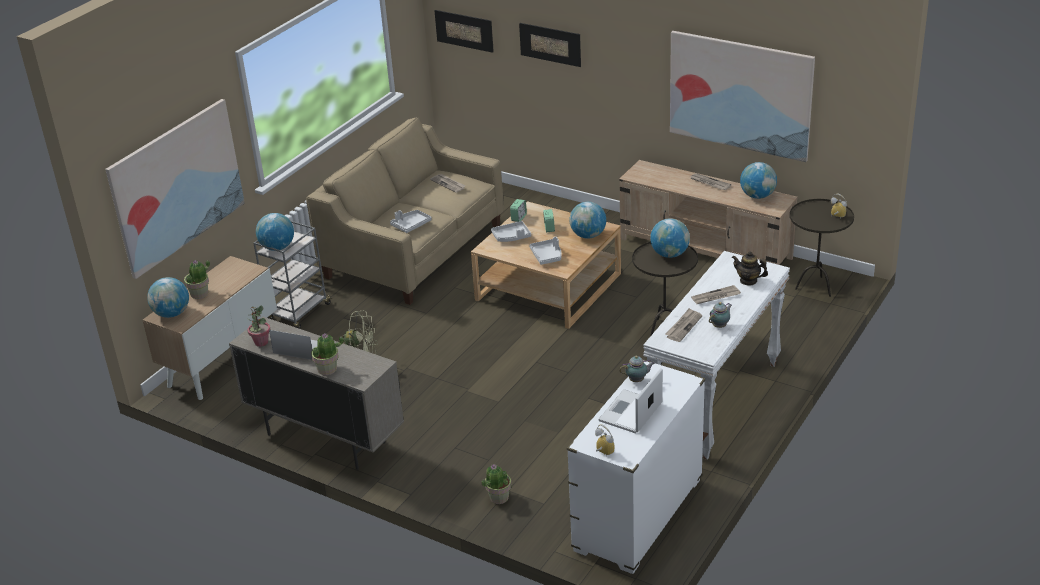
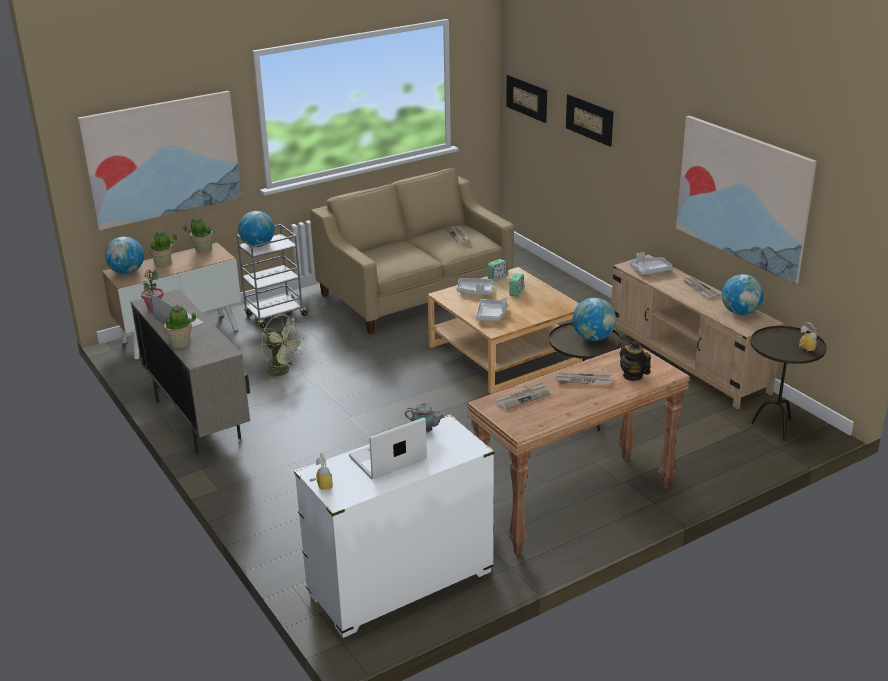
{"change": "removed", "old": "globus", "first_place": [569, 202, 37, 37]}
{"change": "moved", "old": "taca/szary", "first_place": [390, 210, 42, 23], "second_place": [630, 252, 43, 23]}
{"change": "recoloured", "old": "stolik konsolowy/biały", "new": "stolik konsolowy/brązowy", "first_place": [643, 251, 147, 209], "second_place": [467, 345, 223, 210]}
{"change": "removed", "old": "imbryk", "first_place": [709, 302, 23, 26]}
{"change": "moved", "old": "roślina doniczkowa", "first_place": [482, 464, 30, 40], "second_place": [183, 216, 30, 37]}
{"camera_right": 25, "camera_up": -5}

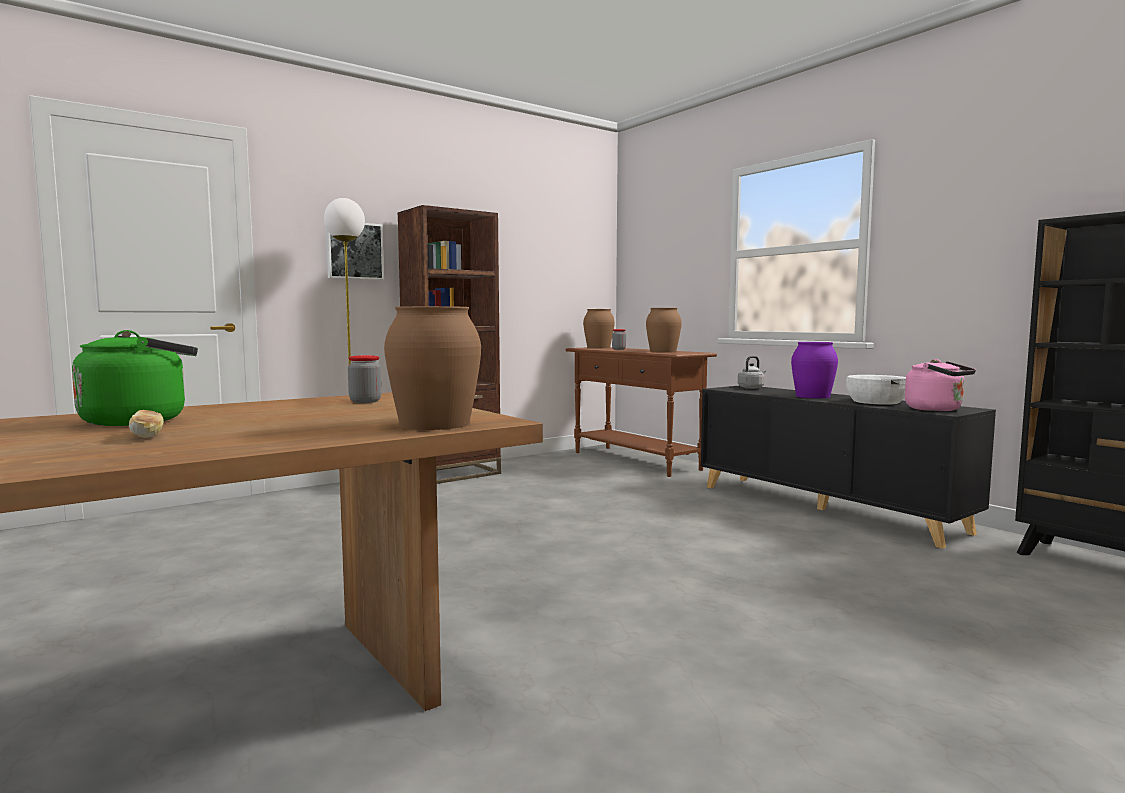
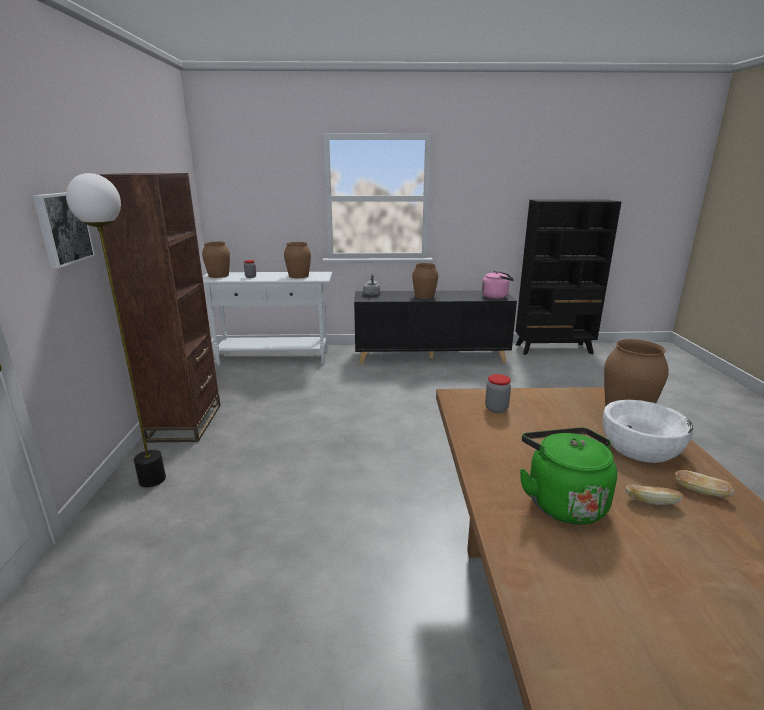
{"change": "recoloured", "old": "wazon/fioletowy", "new": "wazon/brązowy", "first_place": [791, 342, 47, 56], "second_place": [412, 263, 26, 36]}
{"change": "recoloured", "old": "stolik konsolowy/brązowy", "new": "stolik konsolowy/biały", "first_place": [566, 347, 151, 130], "second_place": [202, 272, 130, 93]}
{"change": "moved", "old": "miska/biały", "first_place": [846, 375, 60, 30], "second_place": [602, 400, 91, 63]}
{"change": "added", "new": "chleb", "second_place": [675, 470, 60, 27]}
{"camera_right": -55, "camera_up": 15}

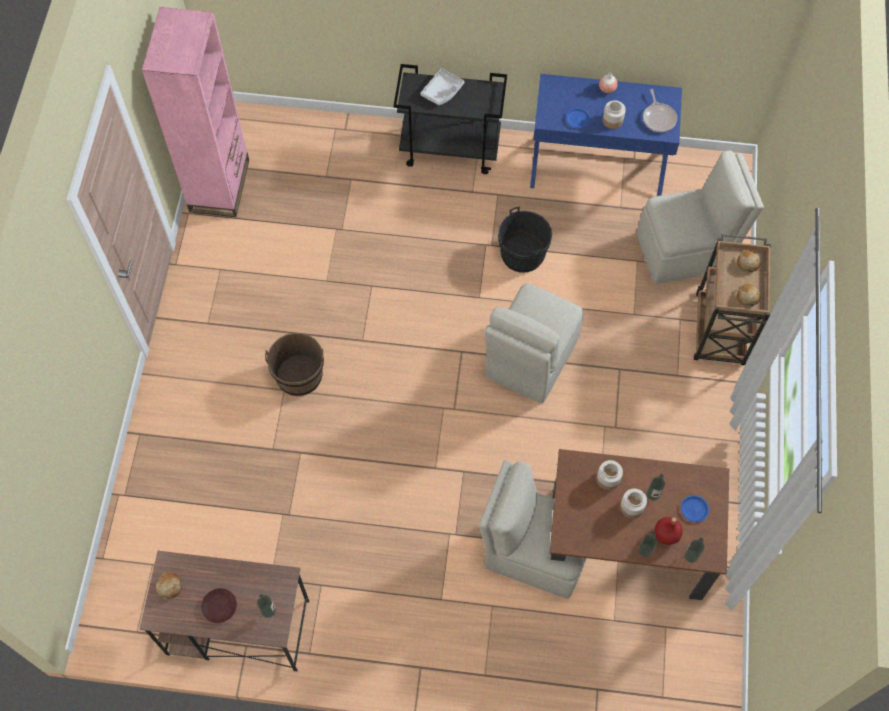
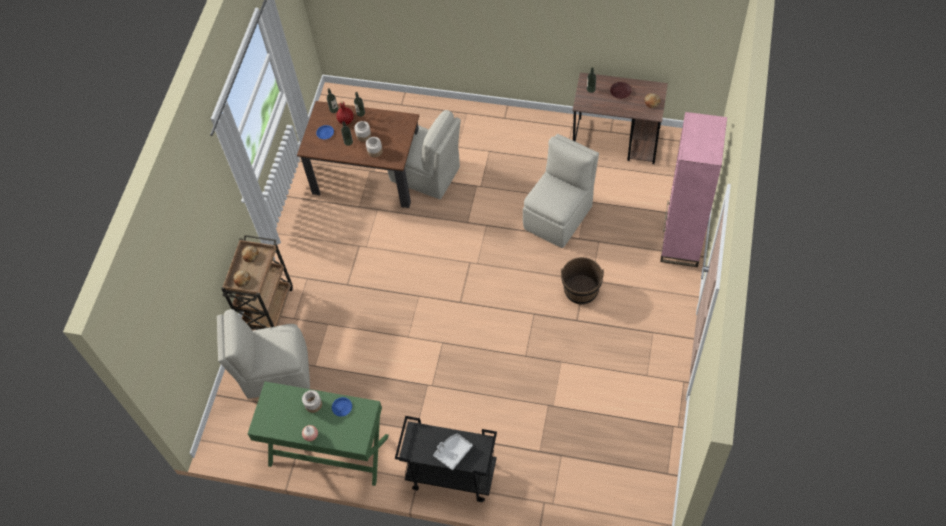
{"change": "moved", "old": "regał/różowy", "first_place": [142, 7, 107, 210], "second_place": [660, 112, 67, 155]}
{"change": "recoloured", "old": "stolik konsolowy/niebieski", "new": "stolik konsolowy/zielony", "first_place": [530, 74, 152, 122], "second_place": [248, 382, 141, 104]}
{"change": "removed", "old": "patelnia", "first_place": [643, 89, 34, 43]}
{"change": "removed", "old": "wiadro/czarny", "first_place": [498, 207, 54, 66]}
{"change": "moved", "old": "krzesło/beżowy", "first_place": [484, 283, 100, 121], "second_place": [523, 134, 76, 114]}
{"camera_right": -170, "camera_up": -5}

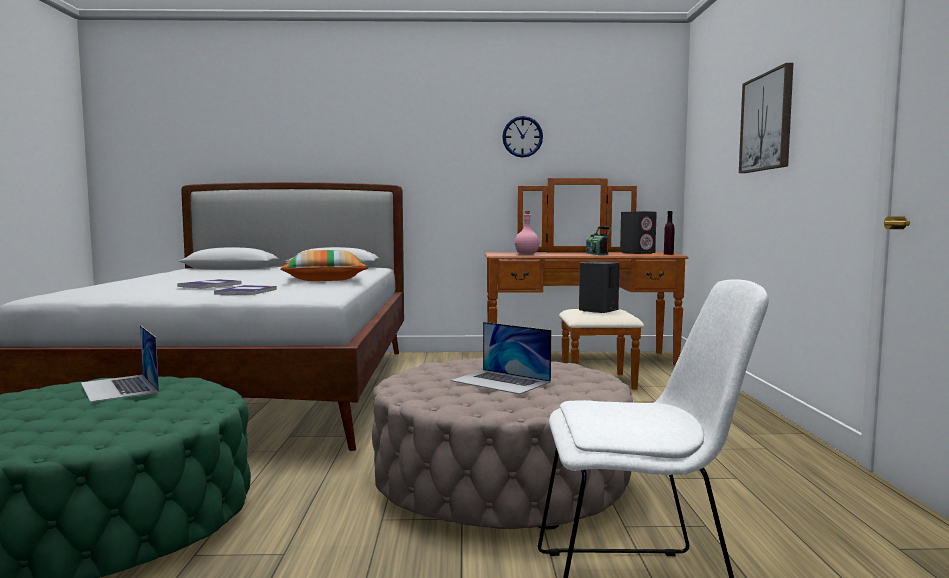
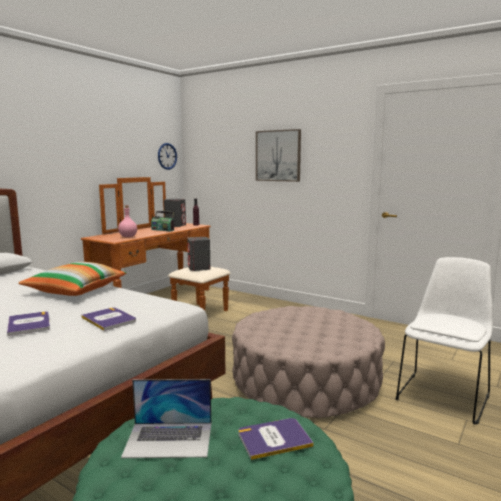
{"change": "moved", "old": "zegar ścienny", "first_place": [502, 116, 41, 42], "second_place": [158, 143, 19, 27]}
{"change": "removed", "old": "laptop", "first_place": [451, 322, 100, 72]}
{"change": "added", "new": "książka", "second_place": [238, 418, 76, 42]}
{"camera_right": -55, "camera_up": 5}

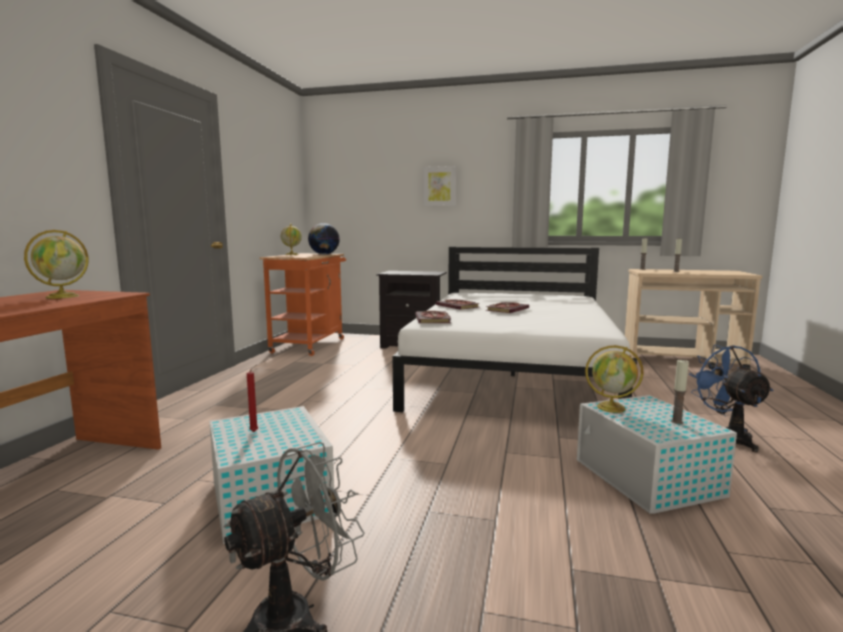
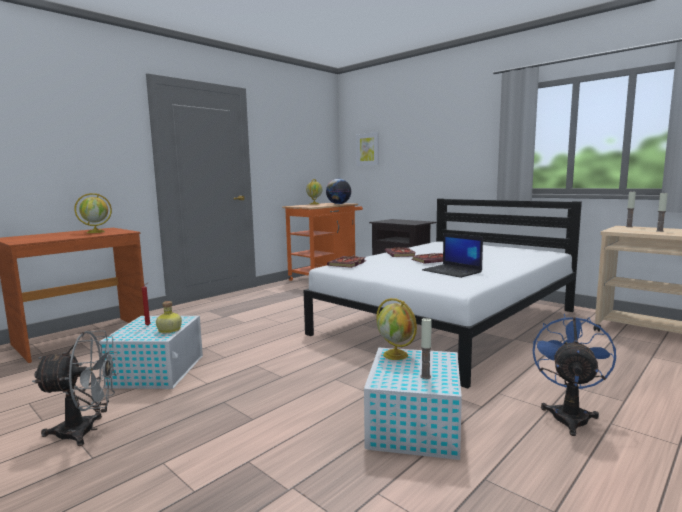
{"change": "moved", "old": "obraz", "first_place": [423, 166, 34, 41], "second_place": [356, 132, 23, 34]}
{"change": "added", "new": "laptop", "second_place": [422, 233, 61, 45]}
{"change": "added", "new": "butelka", "second_place": [156, 301, 26, 32]}
{"camera_right": 30, "camera_up": 0}

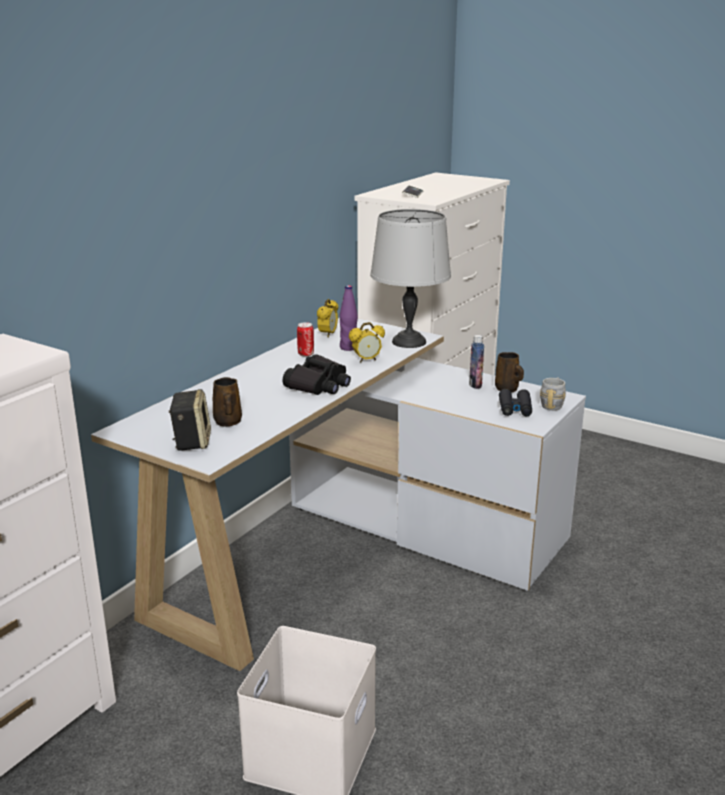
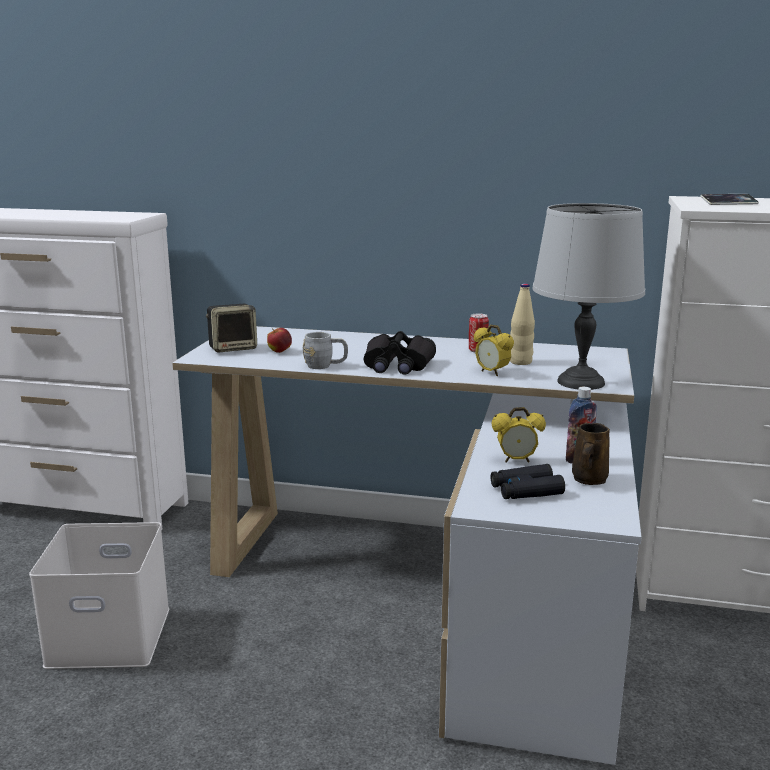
{"change": "recoloured", "old": "butelka/fioletowy", "new": "butelka/beżowy", "first_place": [340, 285, 18, 66], "second_place": [510, 283, 25, 82]}
{"change": "moved", "old": "budzik", "first_place": [317, 299, 21, 38], "second_place": [492, 407, 54, 55]}
{"change": "replaced", "old": "kubek/brązowy", "new": "jabłko", "first_place": [213, 377, 29, 49], "second_place": [267, 328, 25, 25]}
{"change": "moved", "old": "kubek/szary", "first_place": [540, 377, 26, 34], "second_place": [303, 332, 45, 37]}
{"camera_right": 70, "camera_up": -5}

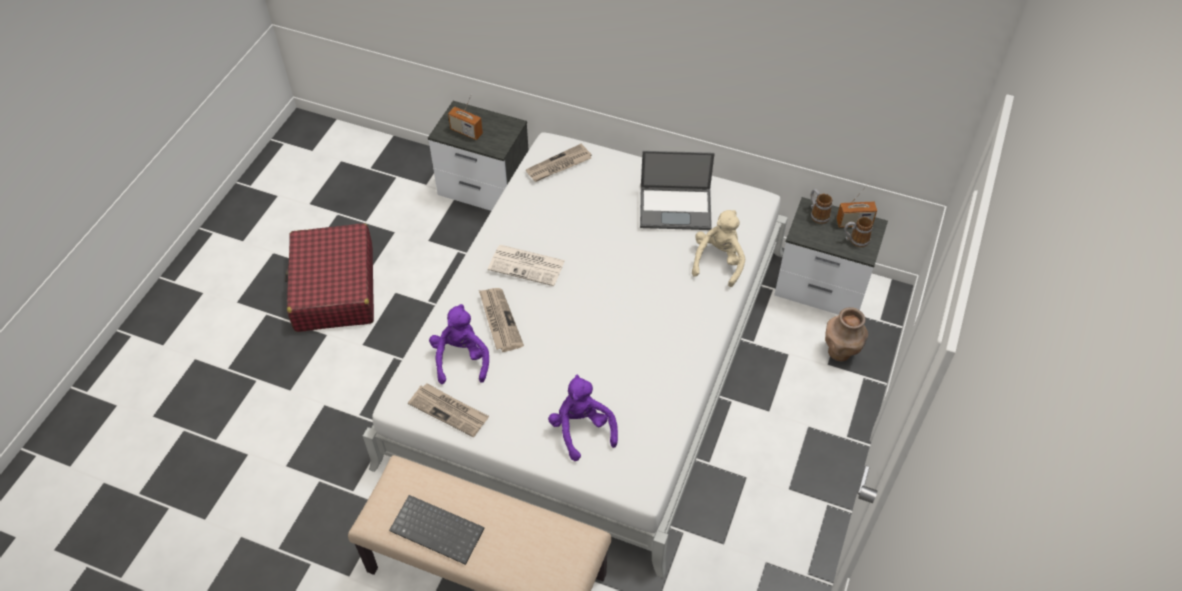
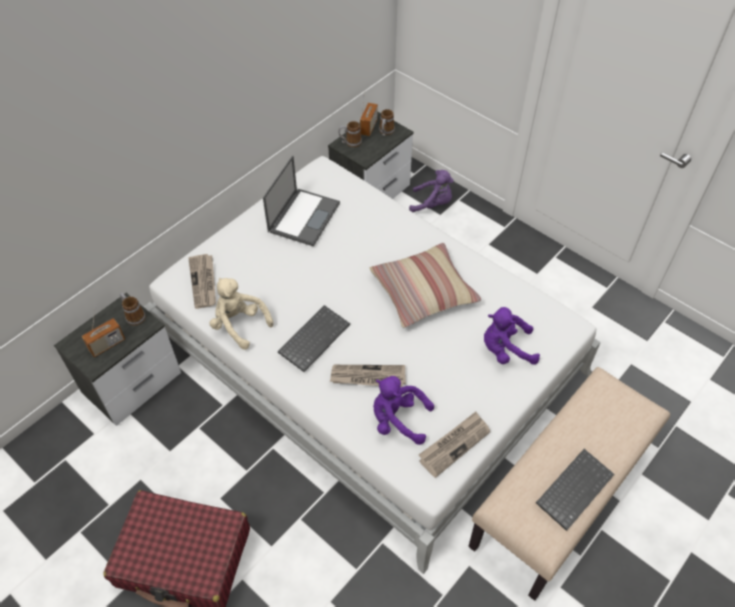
{"change": "moved", "old": "pluszak/beżowy", "first_place": [692, 210, 53, 77], "second_place": [209, 278, 65, 72]}
{"change": "replaced", "old": "gazeta", "new": "klawiatura", "first_place": [488, 245, 77, 41], "second_place": [278, 305, 72, 67]}
{"change": "replaced", "old": "wazon/brązowy", "new": "pluszak/fioletowy", "first_place": [825, 307, 43, 54], "second_place": [409, 170, 45, 42]}
{"change": "added", "new": "poduszka", "second_place": [370, 243, 111, 85]}
{"change": "added", "new": "kubek", "second_place": [120, 293, 26, 33]}
{"camera_right": -70, "camera_up": 0}

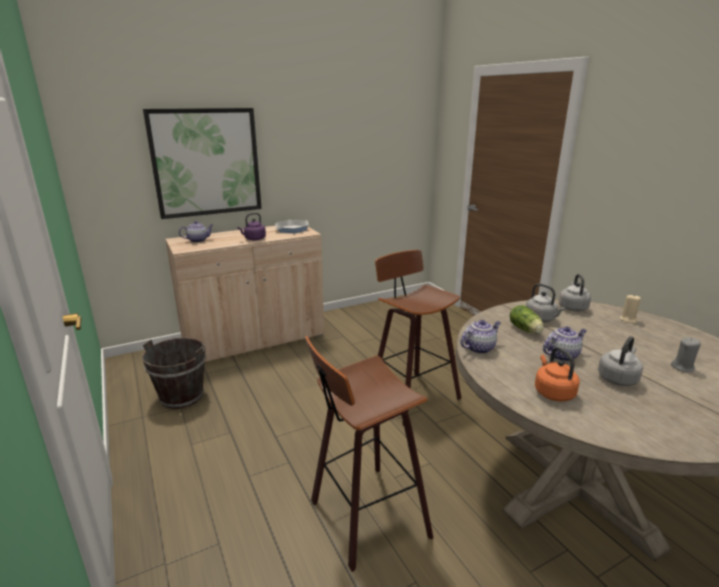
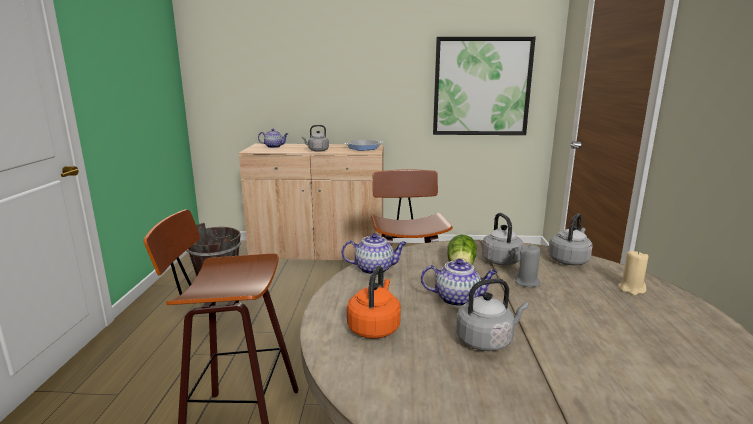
{"change": "moved", "old": "obraz", "first_place": [143, 108, 119, 111], "second_place": [433, 37, 103, 98]}
{"change": "recoloured", "old": "czajnik/fioletowy", "new": "czajnik/szary", "first_place": [237, 213, 29, 28], "second_place": [302, 125, 27, 27]}
{"change": "moved", "old": "świeca/szary", "first_place": [671, 337, 30, 35], "second_place": [515, 245, 25, 42]}
{"camera_right": 30, "camera_up": -5}

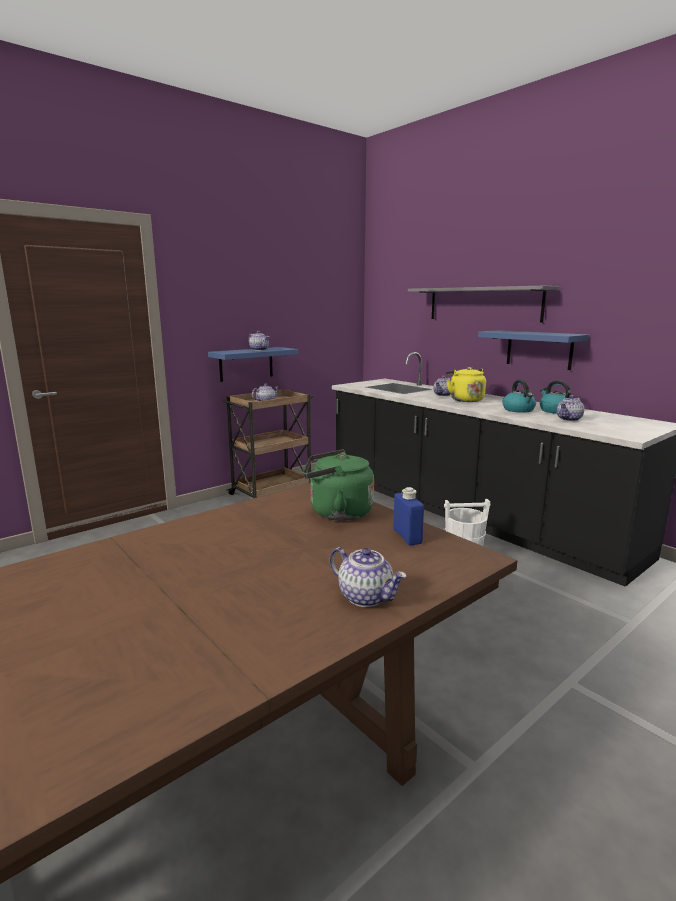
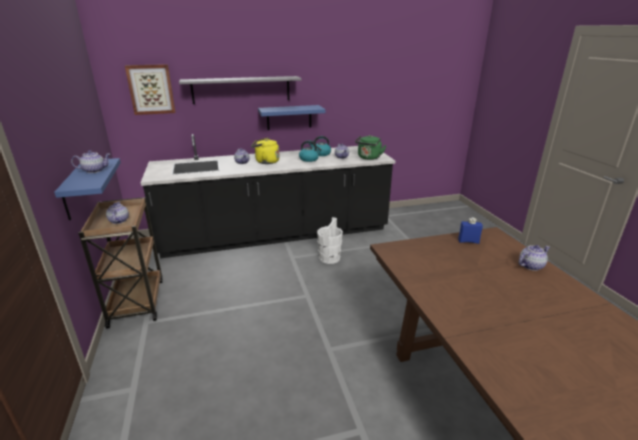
{"change": "moved", "old": "czajnik/zielony", "first_place": [303, 450, 71, 71], "second_place": [355, 135, 31, 25]}
{"change": "added", "new": "obraz", "second_place": [125, 64, 51, 51]}
{"camera_right": -65, "camera_up": 10}

